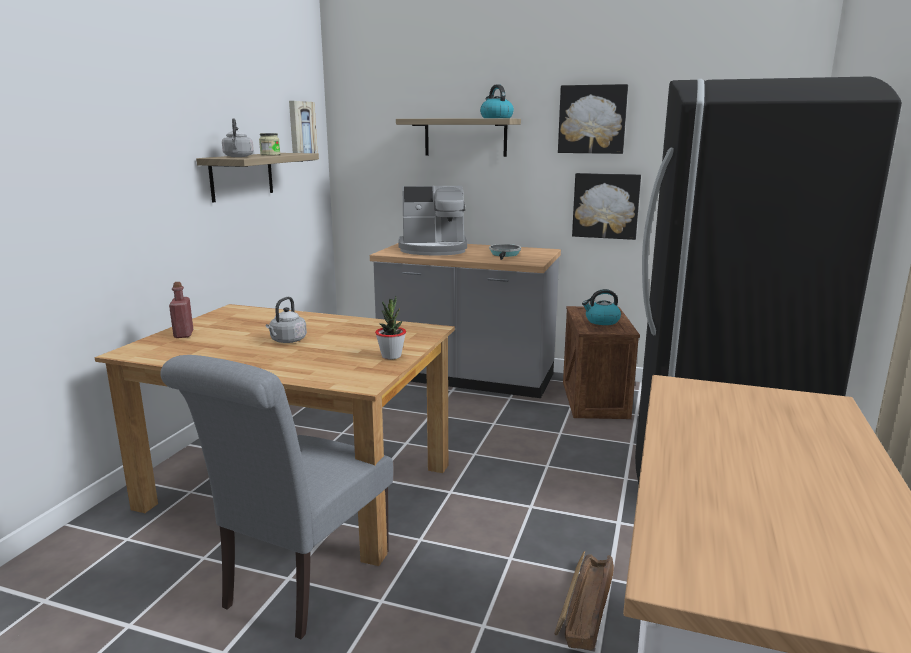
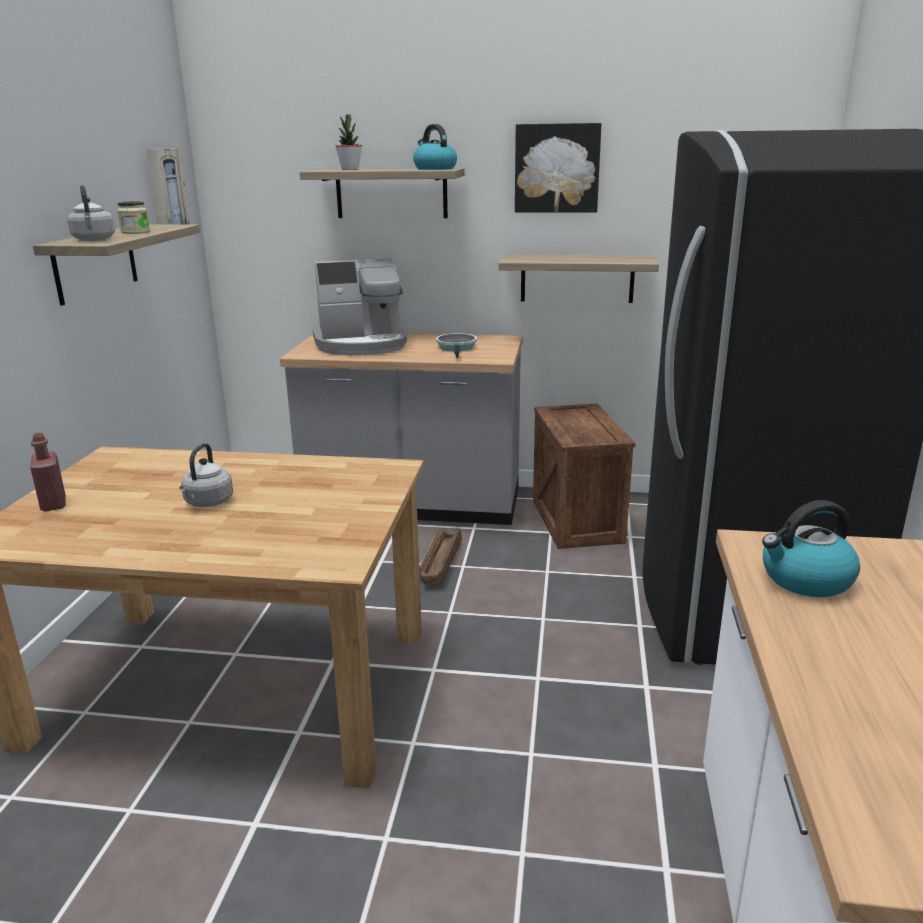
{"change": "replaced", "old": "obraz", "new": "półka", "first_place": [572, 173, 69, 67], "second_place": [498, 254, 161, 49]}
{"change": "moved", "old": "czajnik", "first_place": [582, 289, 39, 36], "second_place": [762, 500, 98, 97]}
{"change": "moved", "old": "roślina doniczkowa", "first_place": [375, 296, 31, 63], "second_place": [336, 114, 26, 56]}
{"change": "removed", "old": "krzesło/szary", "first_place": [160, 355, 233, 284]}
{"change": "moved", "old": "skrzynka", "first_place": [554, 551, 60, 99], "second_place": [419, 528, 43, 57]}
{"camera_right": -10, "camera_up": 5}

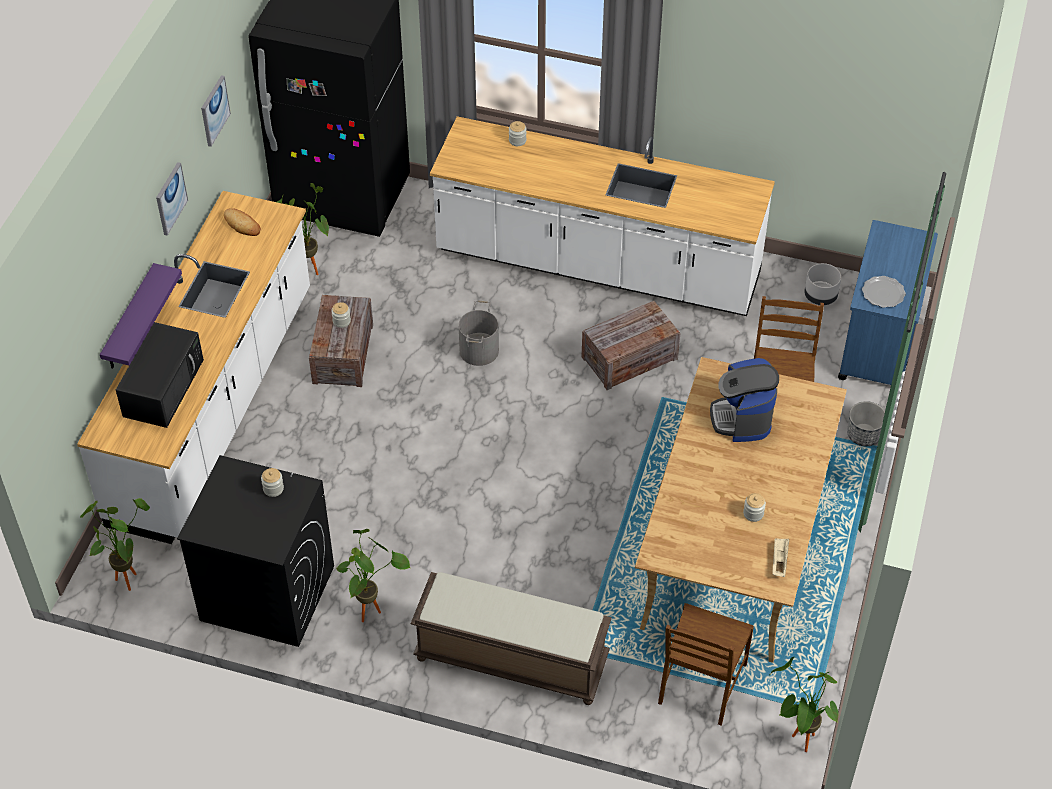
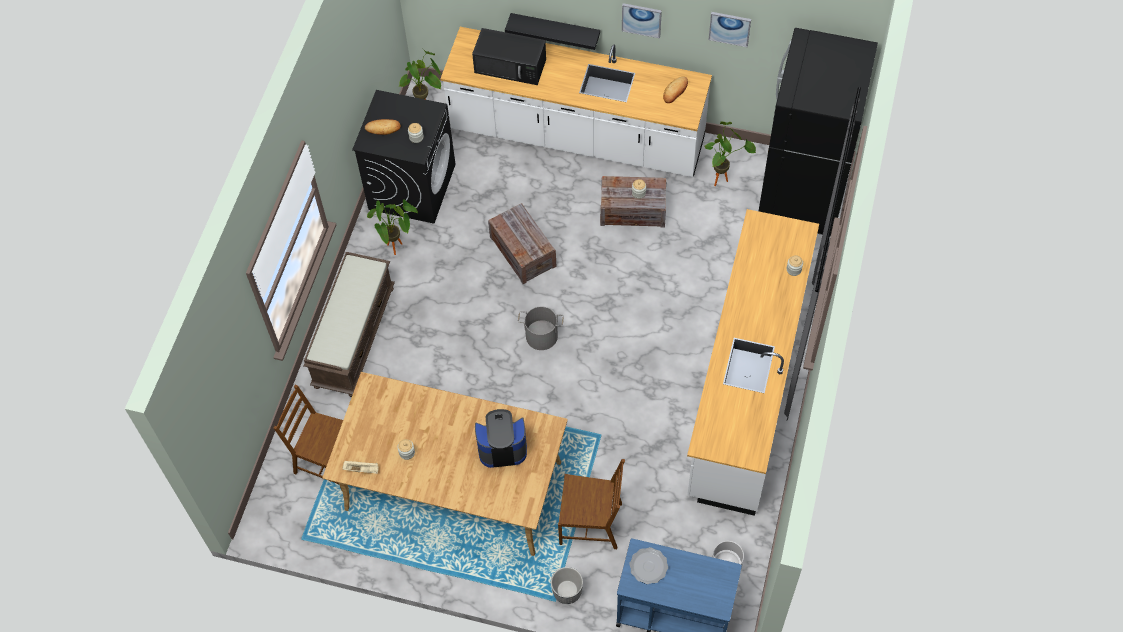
{"change": "recoloured", "old": "półka/fioletowy", "new": "półka/czarny", "first_place": [100, 263, 82, 106], "second_place": [505, 13, 95, 37]}
{"change": "moved", "old": "wiadro/szary", "first_place": [459, 301, 40, 65], "second_place": [518, 307, 46, 43]}
{"change": "moved", "old": "skrzynka", "first_place": [582, 301, 98, 89], "second_place": [488, 203, 68, 81]}
{"change": "removed", "old": "roślina doniczkowa", "first_place": [769, 657, 70, 95]}
{"change": "added", "new": "chleb", "second_place": [365, 119, 36, 16]}
{"camera_right": 90, "camera_up": 10}

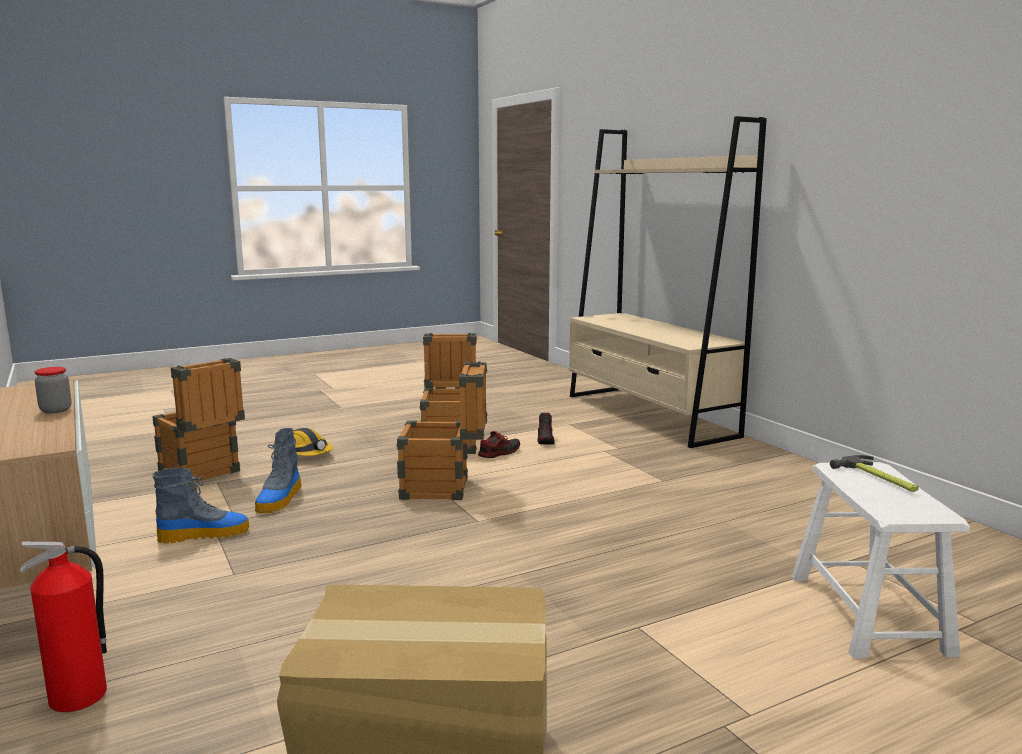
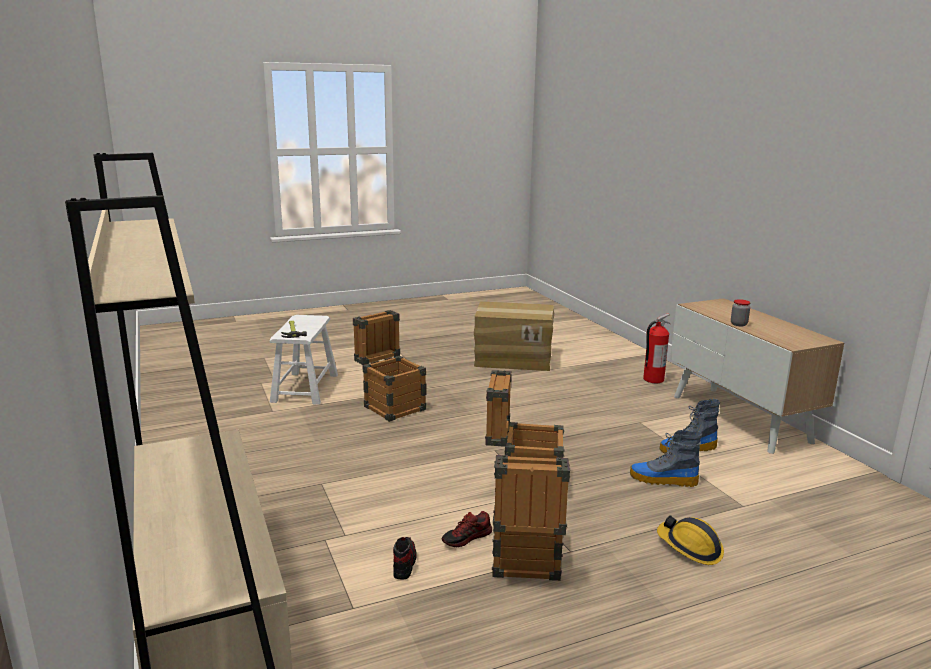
{"change": "moved", "old": "skrzynka", "first_place": [152, 358, 93, 124], "second_place": [353, 310, 73, 112]}
{"change": "turned", "old": "but z cholewką", "first_place": [255, 428, 46, 85], "second_place": [630, 430, 72, 57], "degrees": -90}
{"camera_right": -175, "camera_up": 5}

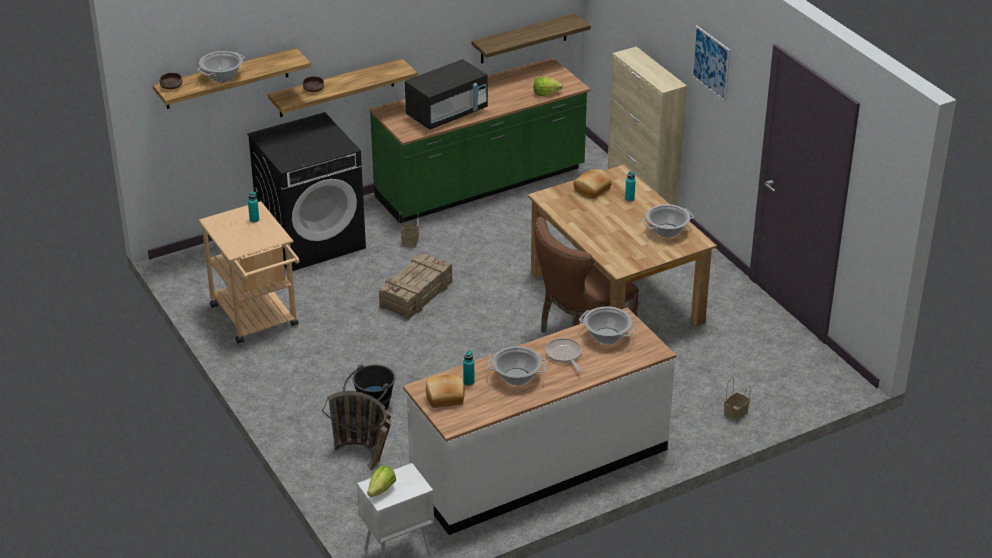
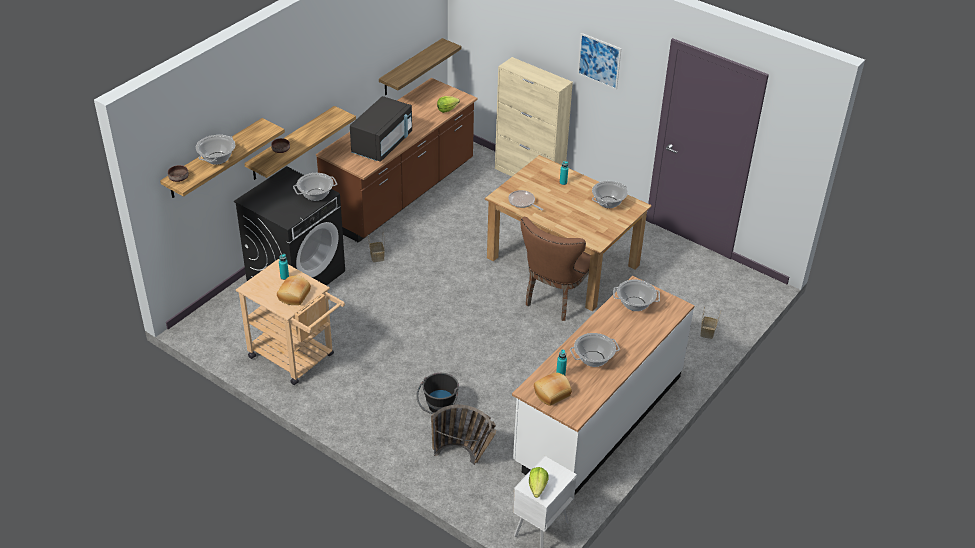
{"change": "recoloured", "old": "zabudowa kuchenna/zielony", "new": "zabudowa kuchenna/brązowy", "first_place": [369, 58, 221, 165], "second_place": [316, 78, 162, 165]}
{"change": "moved", "old": "chleb", "first_place": [573, 169, 39, 30], "second_place": [277, 275, 34, 30]}
{"change": "removed", "old": "skrzynka", "first_place": [379, 253, 73, 67]}
{"change": "moved", "old": "patelnia", "first_place": [545, 338, 37, 34], "second_place": [508, 190, 35, 20]}
{"change": "added", "new": "garnek", "second_place": [293, 173, 44, 28]}
{"camera_right": -25, "camera_up": 5}

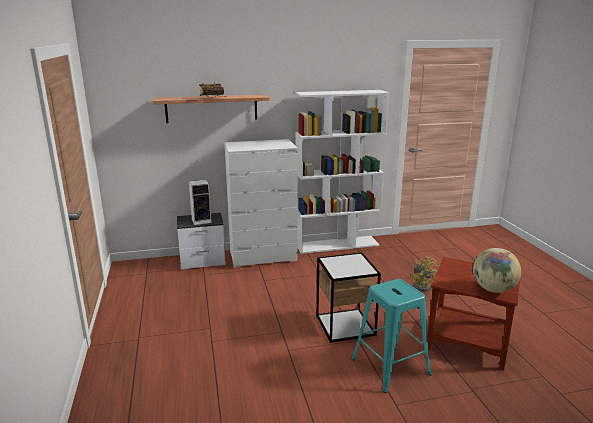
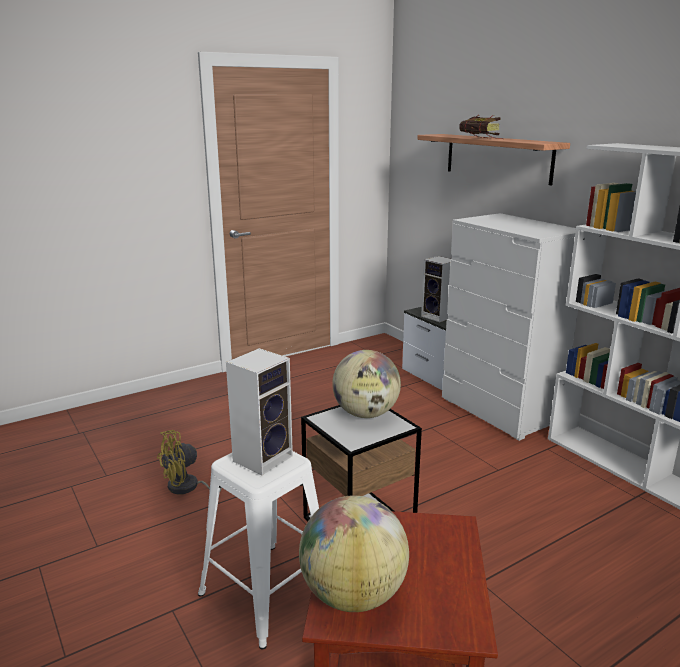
{"change": "moved", "old": "wentylator/żółty", "first_place": [411, 256, 29, 36], "second_place": [157, 430, 65, 64]}
{"change": "recoloured", "old": "stołek/turkusowy", "new": "stołek/biały", "first_place": [351, 279, 81, 114], "second_place": [198, 451, 121, 199]}
{"change": "added", "new": "głośnik", "second_place": [226, 348, 67, 127]}
{"change": "added", "new": "globus", "second_place": [332, 350, 69, 68]}
{"camera_right": 70, "camera_up": 0}

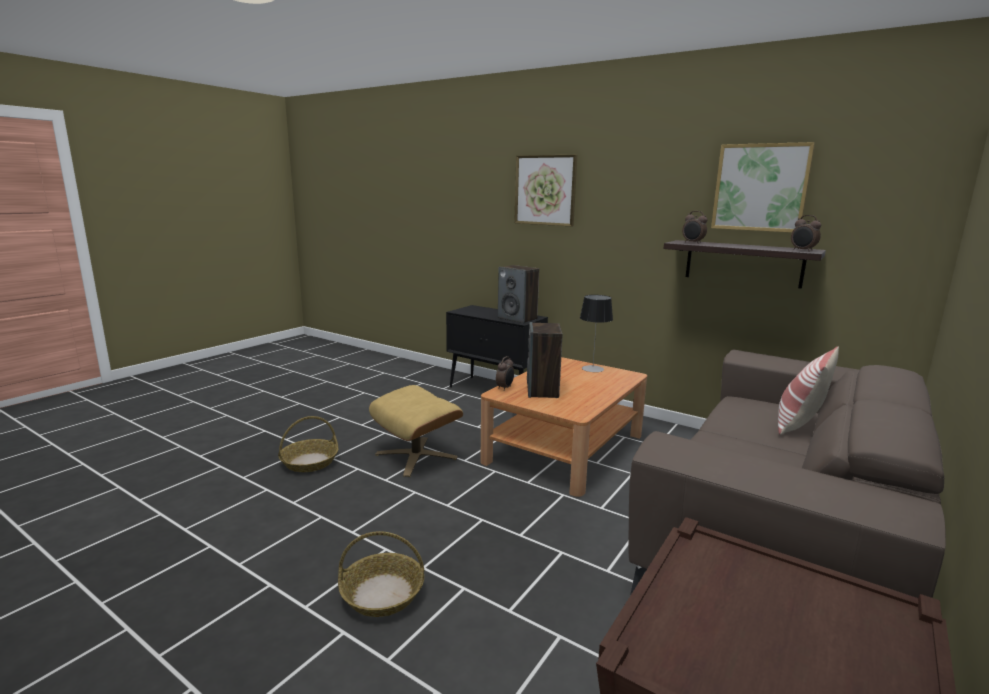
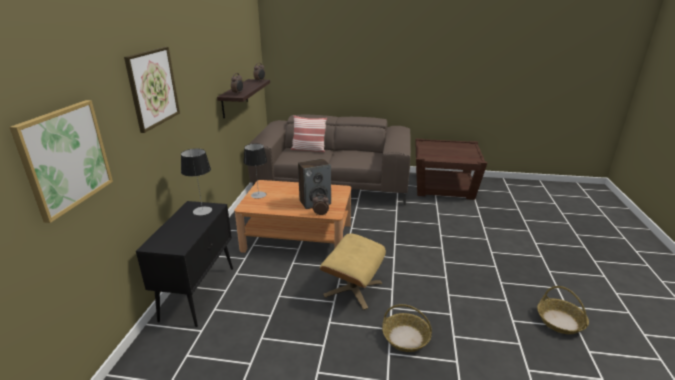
{"change": "moved", "old": "obraz", "first_place": [711, 142, 104, 90], "second_place": [9, 100, 104, 123]}
{"change": "replaced", "old": "głośnik", "new": "lampa stołowa", "first_place": [498, 265, 41, 58], "second_place": [181, 149, 31, 66]}
{"change": "moved", "old": "koszyk", "first_place": [338, 531, 86, 86], "second_place": [537, 286, 52, 48]}
{"camera_right": -115, "camera_up": 10}

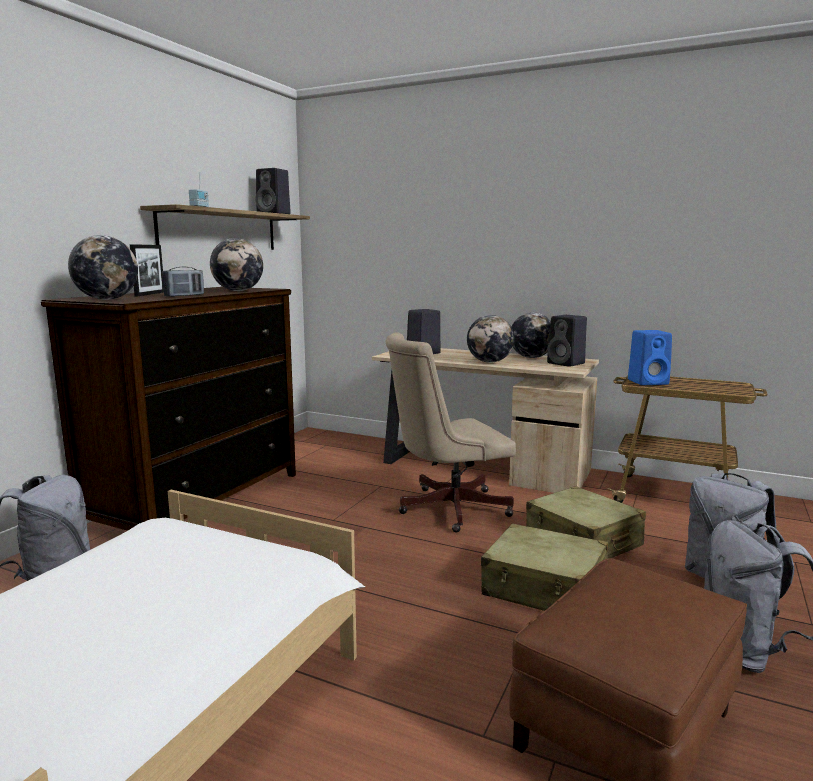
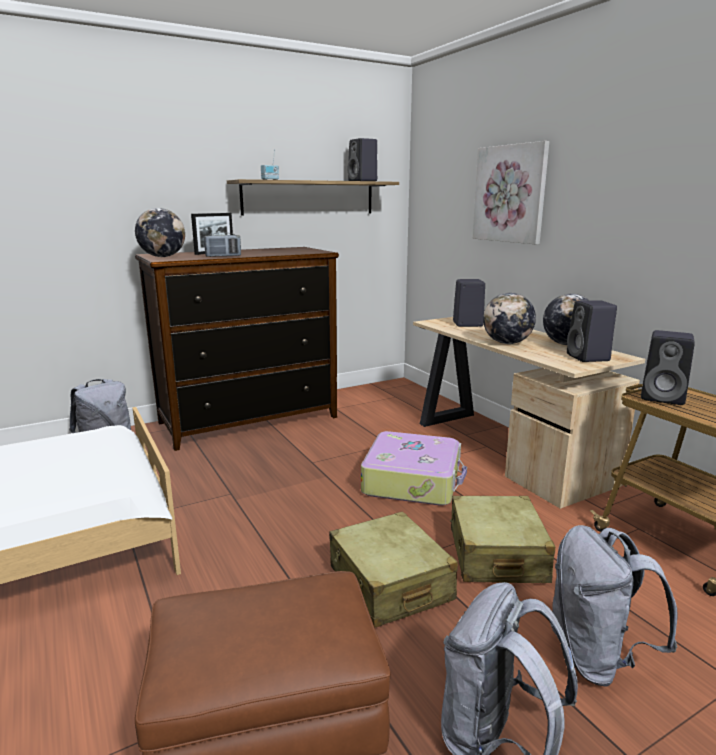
{"change": "removed", "old": "globus", "first_place": [210, 238, 53, 53]}
{"change": "recoloured", "old": "głośnik/niebieski", "new": "głośnik/czarny", "first_place": [628, 330, 44, 55], "second_place": [641, 330, 54, 75]}
{"change": "replaced", "old": "krzesło biurowe/beżowy", "new": "walizka", "first_place": [385, 332, 131, 201], "second_place": [361, 431, 106, 75]}
{"change": "added", "new": "obraz", "second_place": [473, 141, 76, 103]}
{"camera_right": 35, "camera_up": 5}

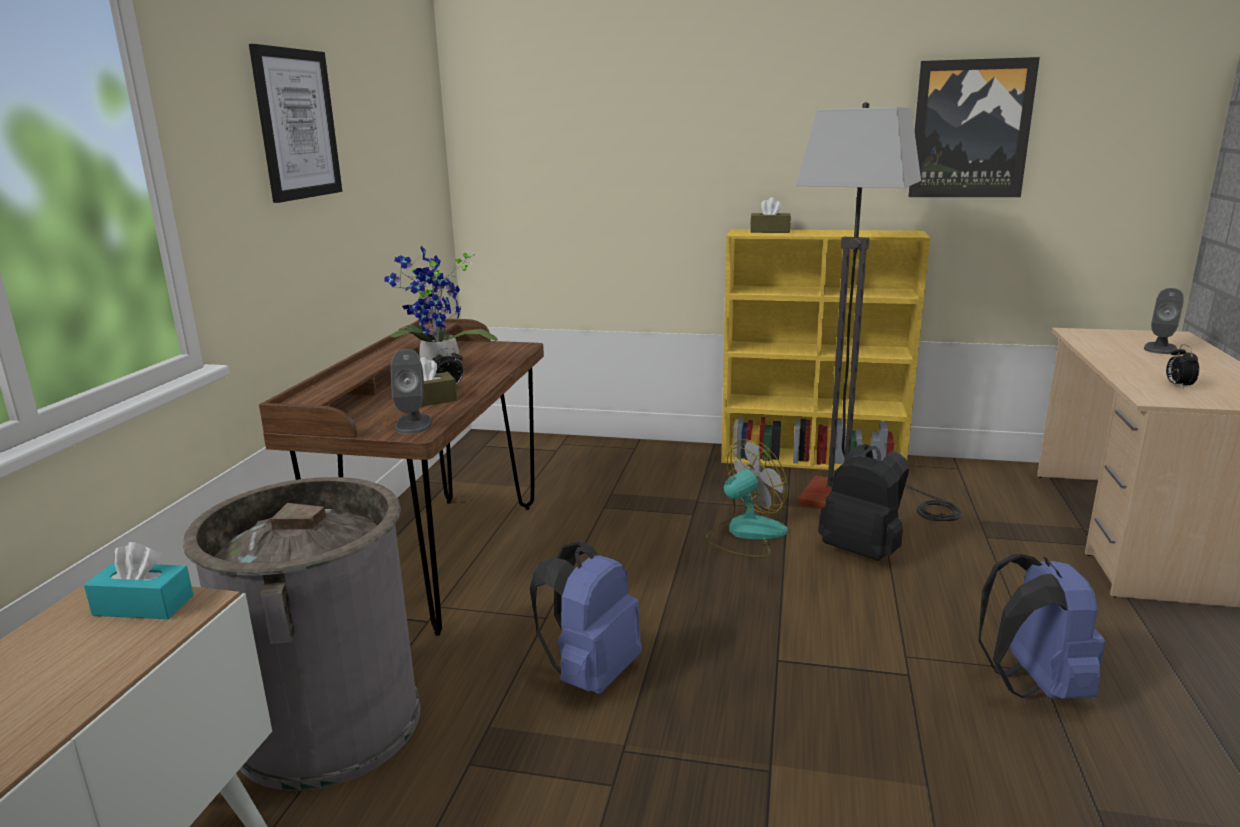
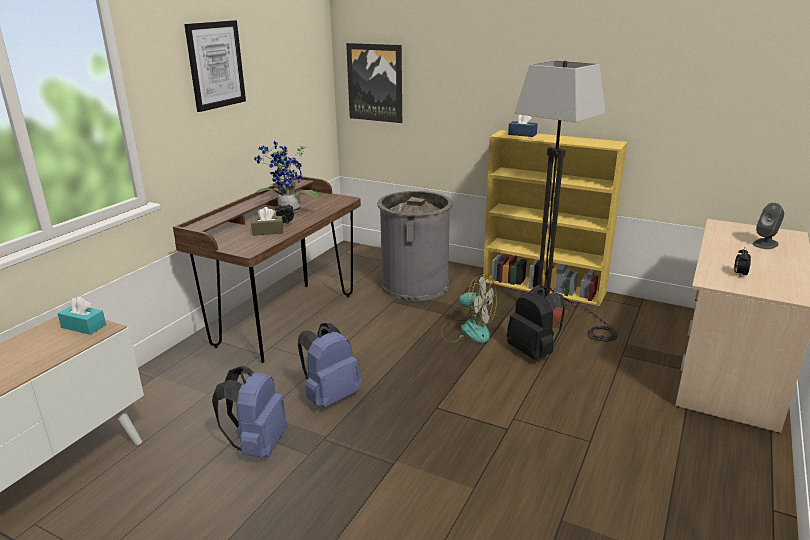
{"change": "moved", "old": "obraz", "first_place": [908, 57, 132, 140], "second_place": [346, 43, 56, 80]}
{"change": "recoloured", "old": "pudełko chusteczek/brązowy", "new": "pudełko chusteczek/niebieski", "first_place": [750, 197, 41, 36], "second_place": [508, 114, 30, 23]}
{"change": "removed", "old": "głośnik/szary", "first_place": [391, 349, 41, 85]}
{"change": "turned", "old": "wentylator", "first_place": [706, 439, 82, 118], "second_place": [441, 275, 56, 68], "degrees": 45}
{"change": "moved", "old": "kosz na śmieci/szary", "first_place": [182, 477, 239, 314], "second_place": [377, 191, 76, 110]}
{"change": "moved", "old": "plecak/niebieski", "first_place": [978, 554, 127, 145], "second_place": [212, 366, 76, 91]}
{"camera_right": 15, "camera_up": 5}

